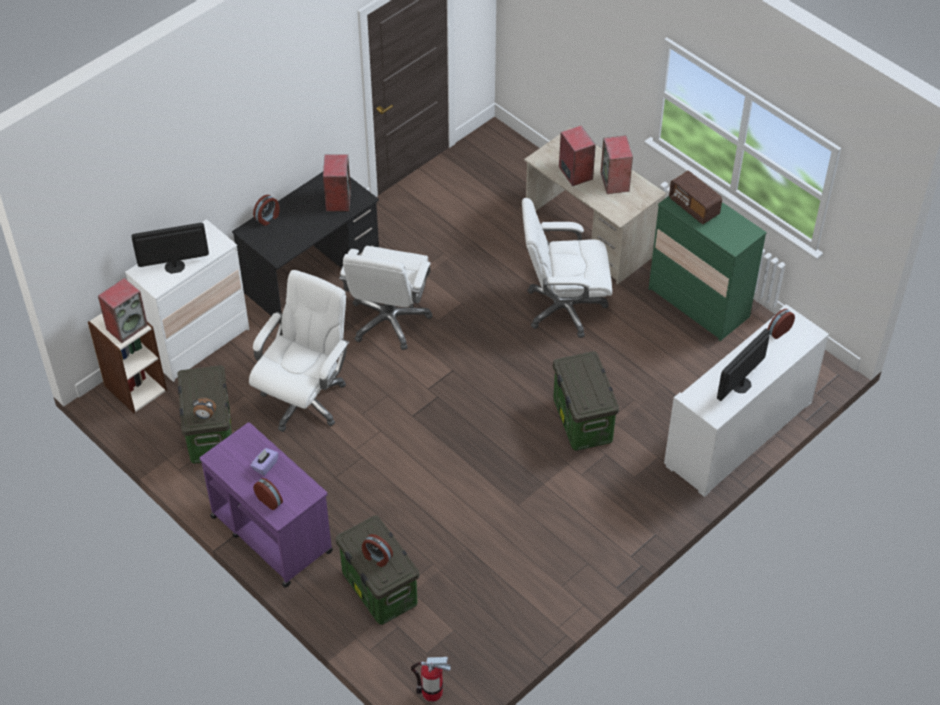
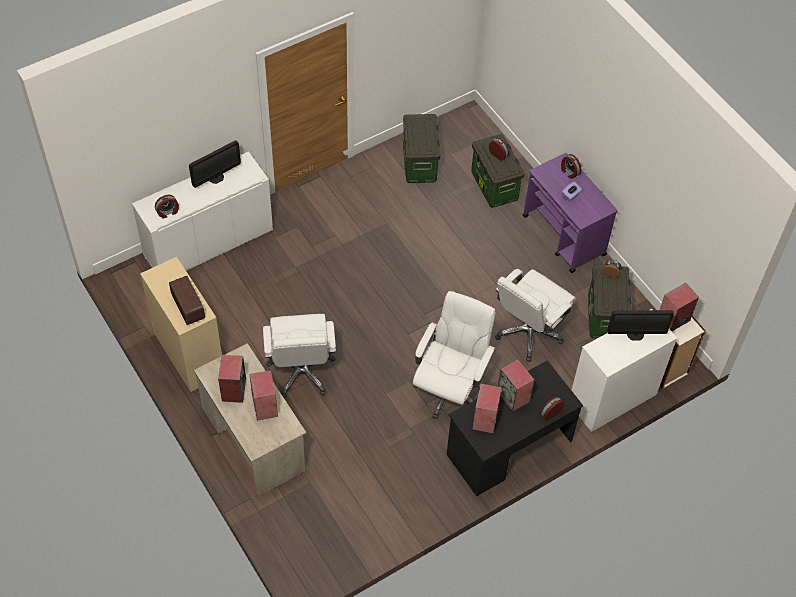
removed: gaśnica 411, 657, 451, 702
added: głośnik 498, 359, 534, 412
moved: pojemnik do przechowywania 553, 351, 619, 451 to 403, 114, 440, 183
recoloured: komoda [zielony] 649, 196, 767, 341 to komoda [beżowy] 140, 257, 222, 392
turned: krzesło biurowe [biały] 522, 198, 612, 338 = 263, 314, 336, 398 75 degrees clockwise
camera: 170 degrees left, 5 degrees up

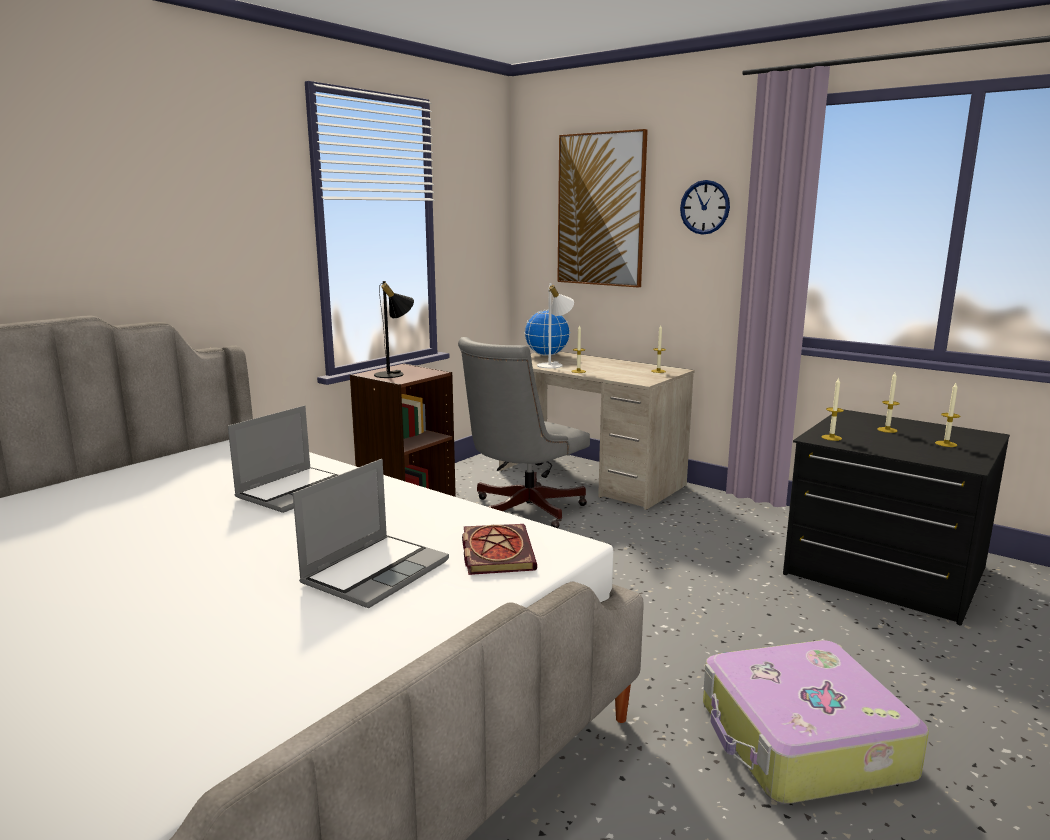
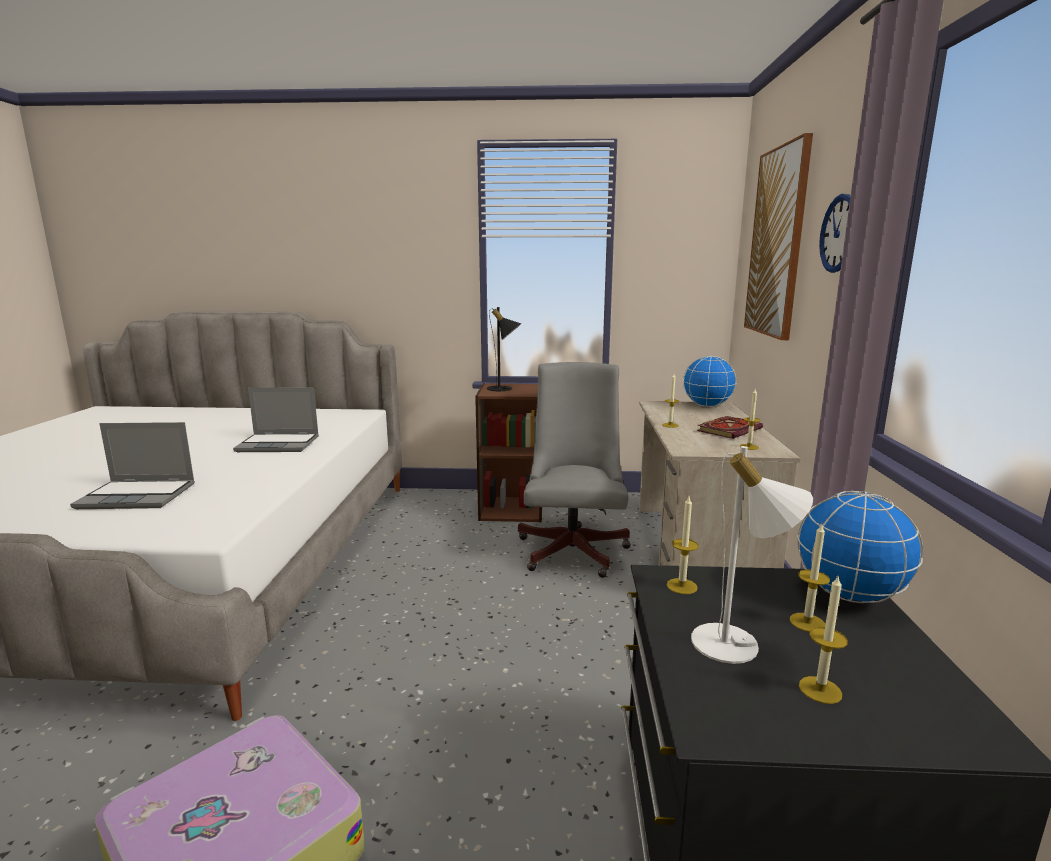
added: globus 797, 491, 923, 603
moved: lampa stołowa [biały] 537, 283, 574, 368 to 691, 446, 813, 664; książka 462, 524, 537, 575 to 697, 416, 763, 439
turned: krzesło biurowe [szary] 458, 337, 590, 528 = 518, 362, 631, 578 90 degrees clockwise
camera: 55 degrees right, 0 degrees up

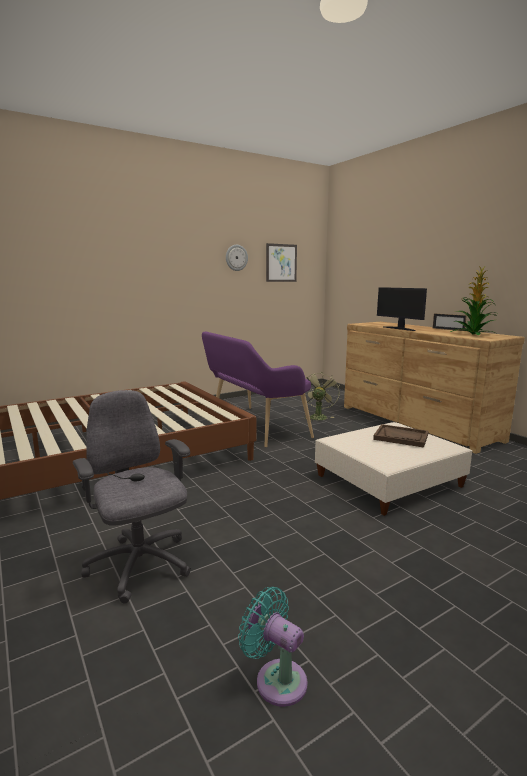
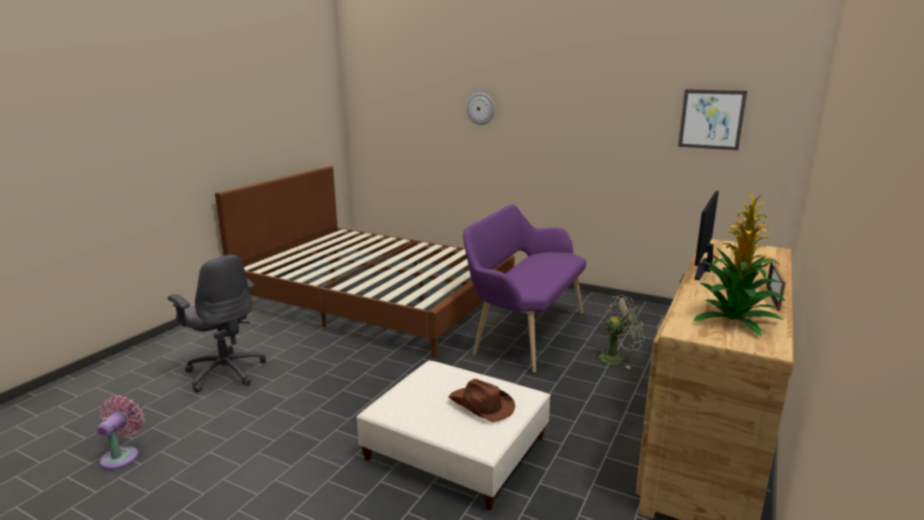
moved: zegar ścienny 226, 245, 248, 271 to 466, 93, 495, 125
replaced: taca [brązowy] 373, 424, 429, 448 to kapelusz [brązowy] 449, 379, 515, 422
recoloured: wentylator [turkusowy] 238, 587, 308, 707 to wentylator [różowy] 97, 395, 145, 470
turned: krzesło biurowe [szary] 73, 390, 191, 604 = 168, 255, 266, 393 105 degrees clockwise
camera: 60 degrees right, 5 degrees up

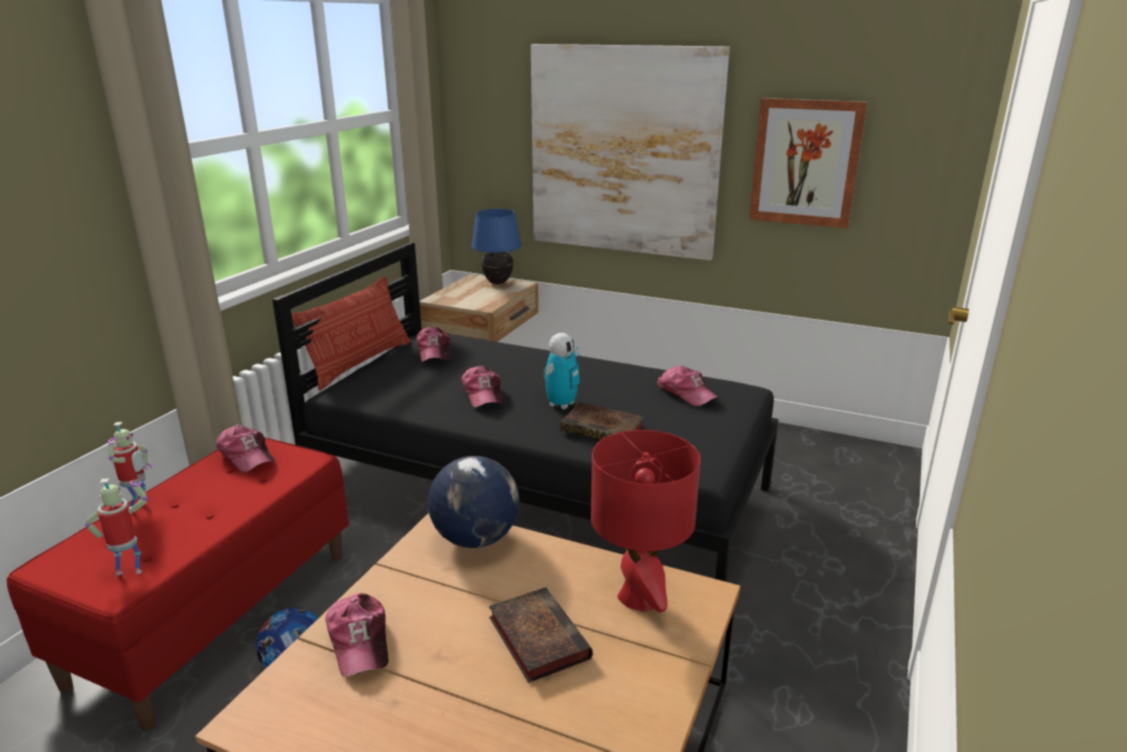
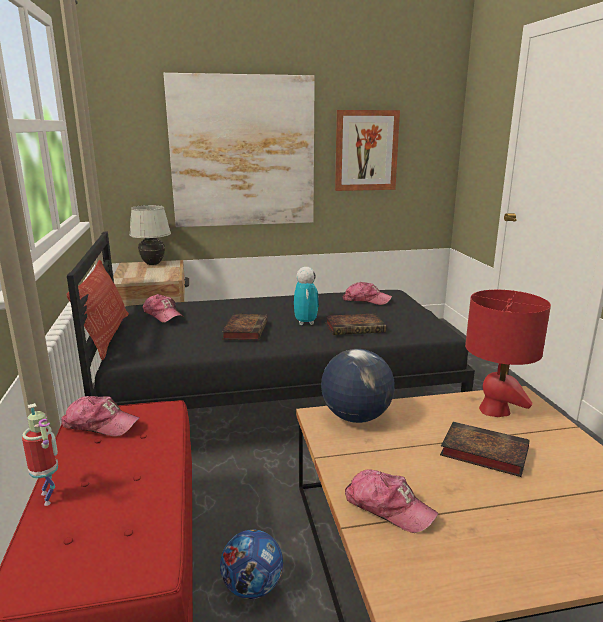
removed: robot zabawkowy 85, 478, 148, 576
replaced: czapka z daszkiem 461, 366, 503, 408 to książka 222, 314, 268, 340
recoloured: lampa stołowa [niebieski] 471, 209, 522, 284 to lampa stołowa [biały] 129, 205, 171, 265
camera: 35 degrees left, 5 degrees down

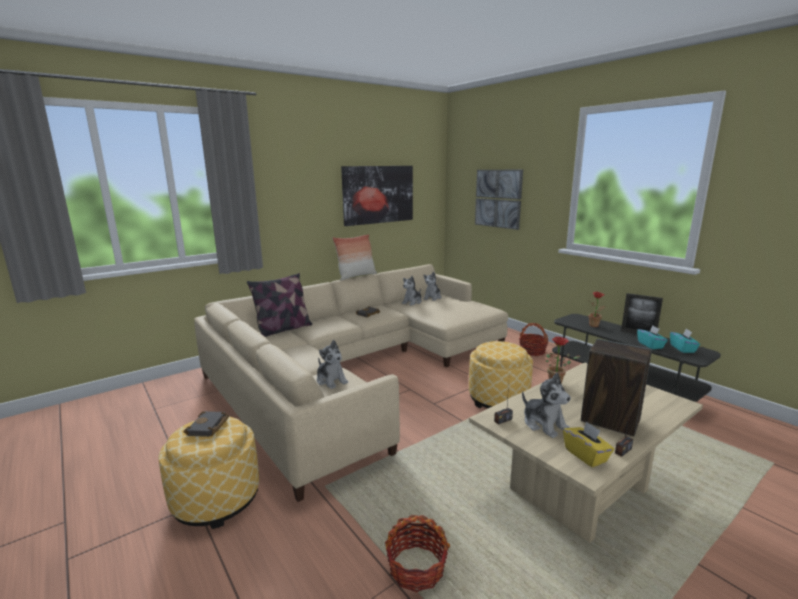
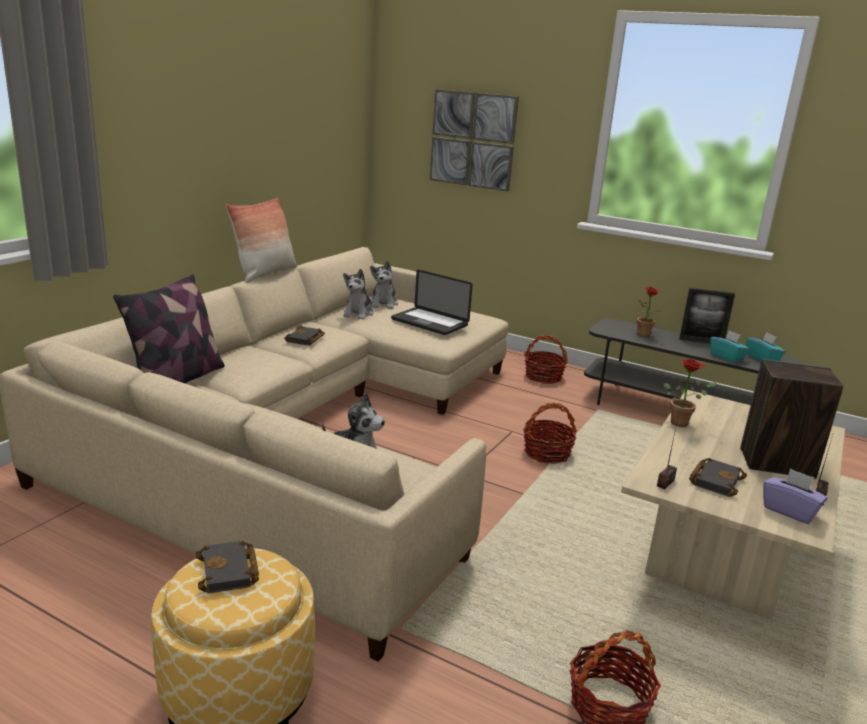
removed: obraz 341, 166, 413, 226
added: laptop 391, 270, 473, 335
replaced: pufa 469, 341, 533, 408 to koszyk 523, 403, 577, 464; pluszak 522, 373, 571, 438 to książka [czarny] 689, 458, 747, 497
recoloured: pudełko chusteczek [żółty] 563, 421, 614, 467 to pudełko chusteczek [fioletowy] 763, 468, 827, 524
camera: 25 degrees left, 5 degrees up

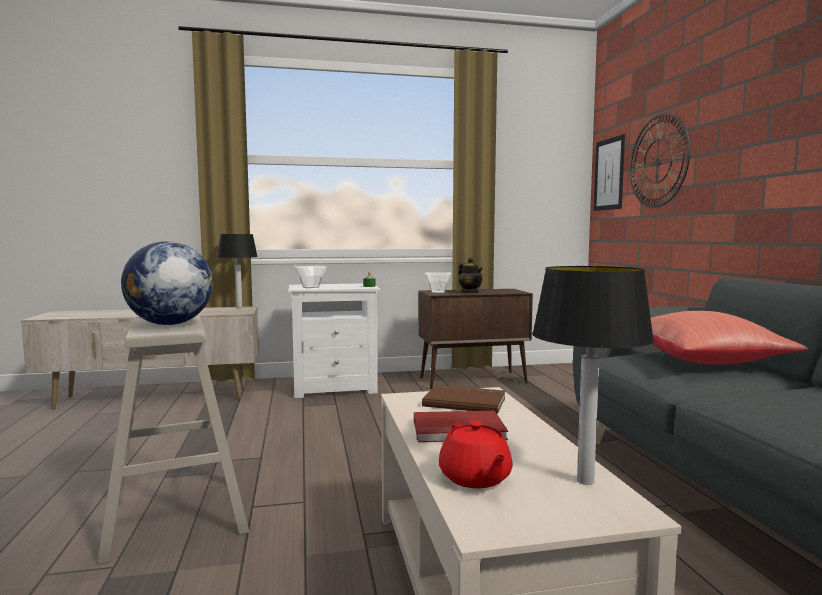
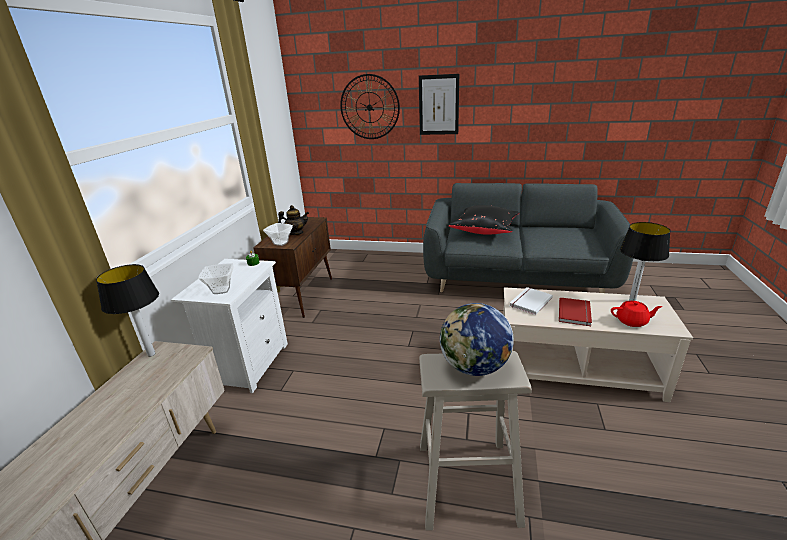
moved: obraz 594, 134, 625, 211 to 419, 74, 459, 135
recoloured: poduszka [czerwony] 651, 311, 808, 365 to poduszka [czarny] 448, 205, 520, 234; książka [brązowy] 422, 385, 505, 414 to książka [biały] 510, 287, 553, 315
camera: 65 degrees left, 20 degrees up

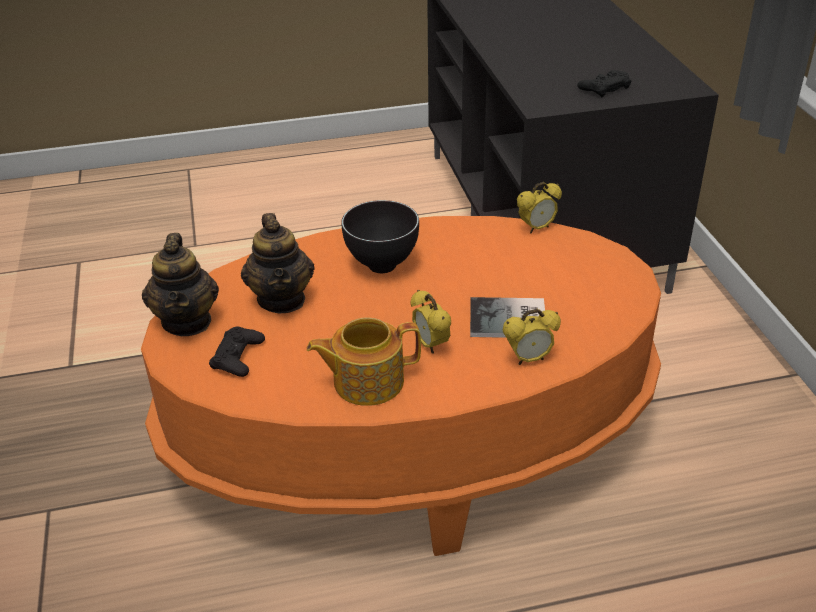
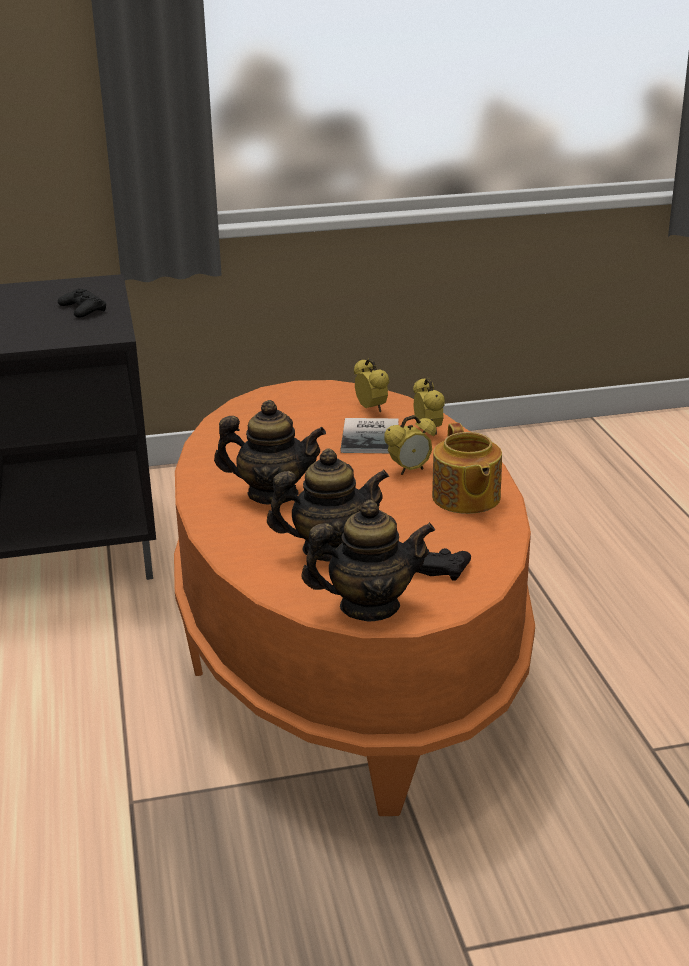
moved: budzik 517, 182, 562, 234 to 354, 358, 389, 413
replaced: miska [czarny] 341, 200, 419, 273 to imbryk 214, 400, 326, 504
camera: 90 degrees left, 10 degrees down

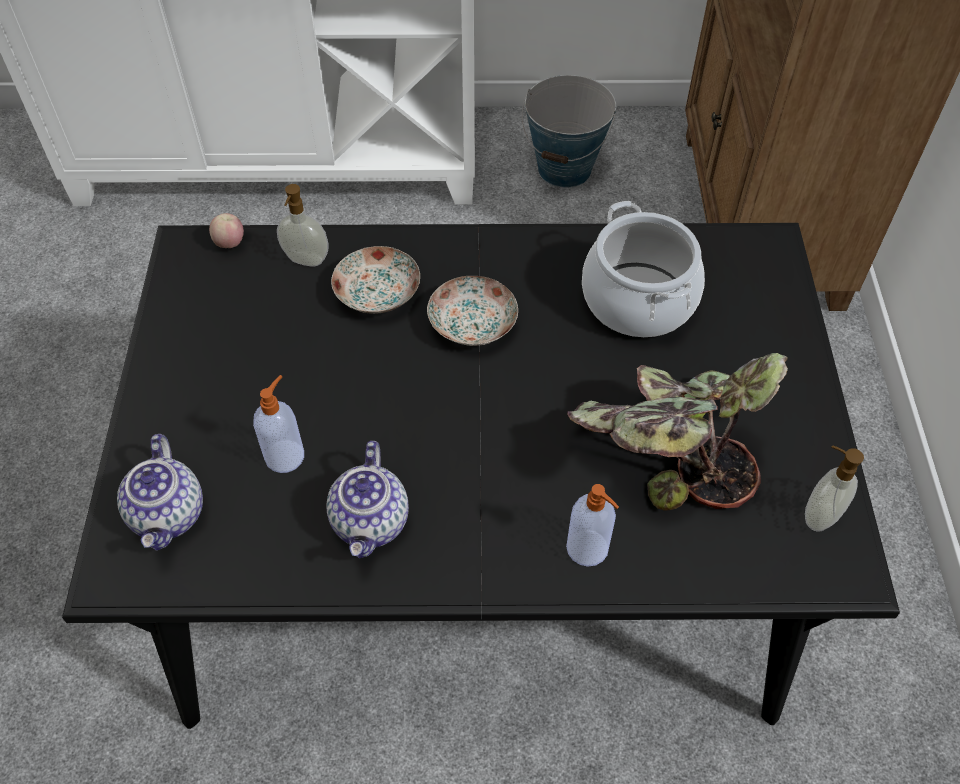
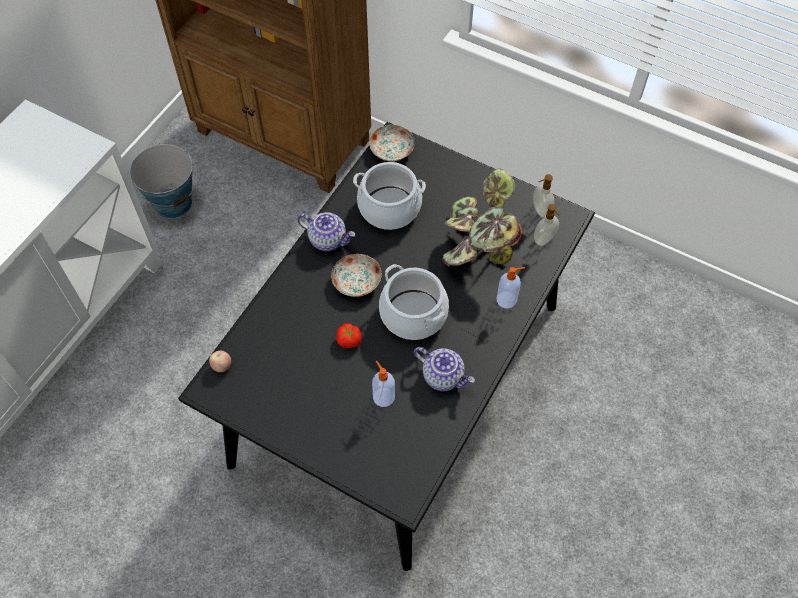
added: pomidor 336, 323, 361, 348; garnek 379, 264, 449, 340
moved: imbryk 117, 434, 203, 551 to 297, 212, 355, 251; talerz 331, 246, 420, 314 to 369, 125, 415, 161; dozownik mydła 277, 184, 328, 266 to 534, 204, 560, 246
camera: 60 degrees left, 5 degrees up

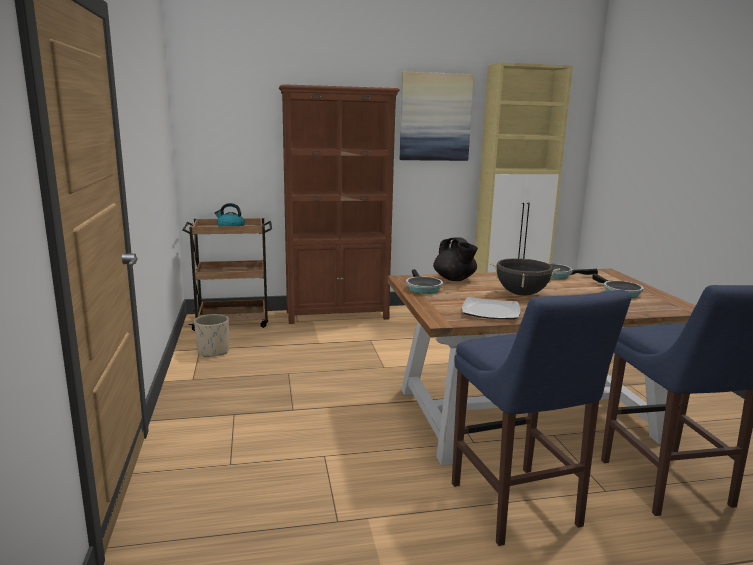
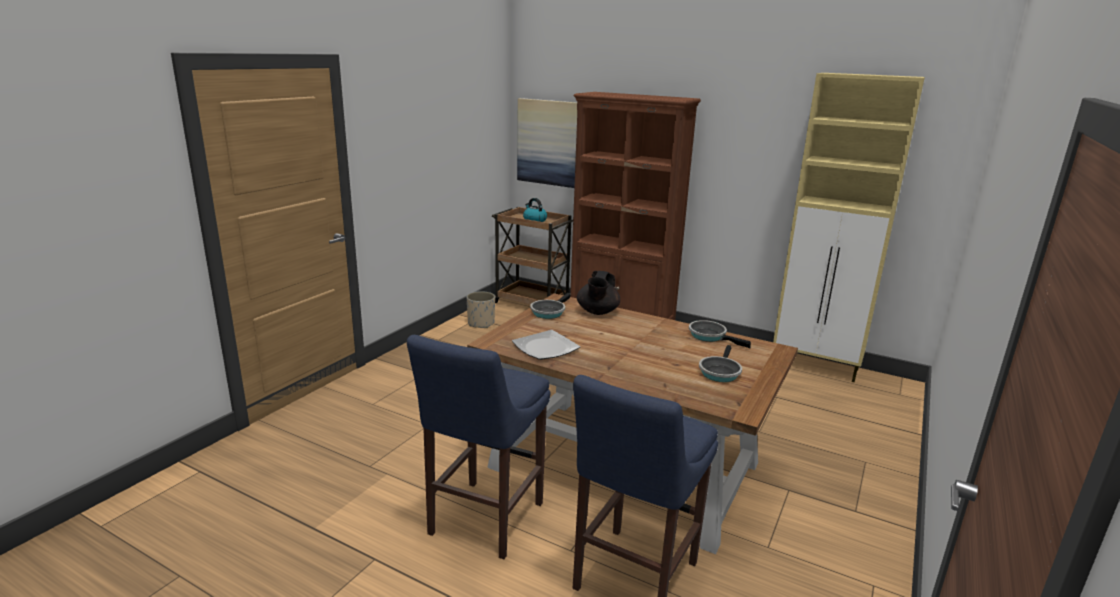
removed: garnek [czarny] 490, 258, 560, 296
moved: obraz 400, 72, 474, 161 to 517, 98, 577, 188
camera: 40 degrees right, 5 degrees up

